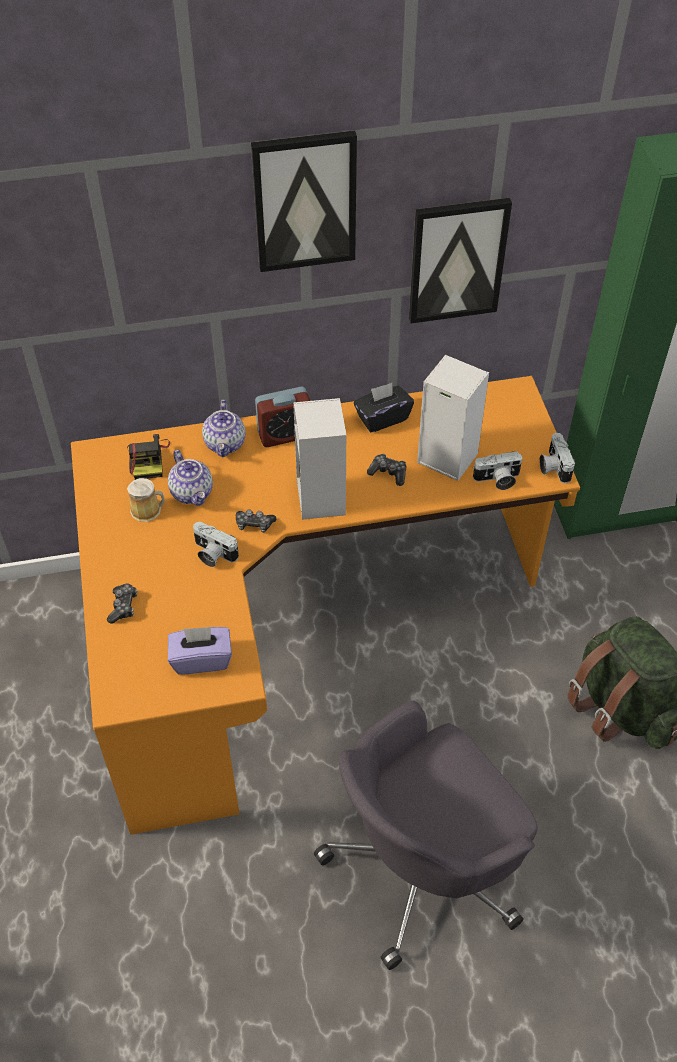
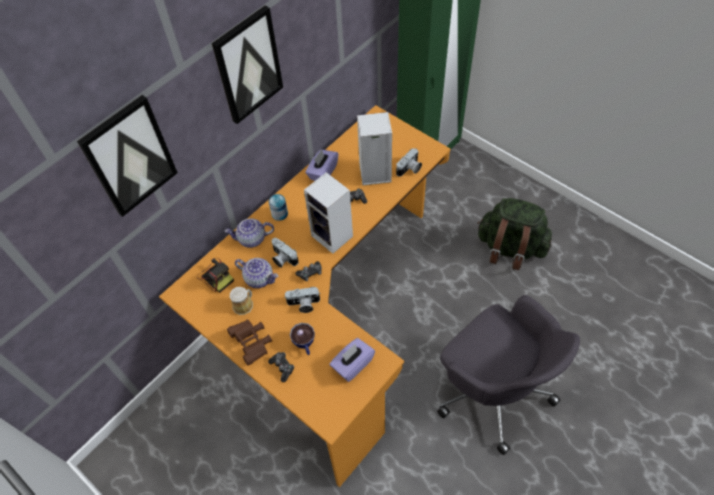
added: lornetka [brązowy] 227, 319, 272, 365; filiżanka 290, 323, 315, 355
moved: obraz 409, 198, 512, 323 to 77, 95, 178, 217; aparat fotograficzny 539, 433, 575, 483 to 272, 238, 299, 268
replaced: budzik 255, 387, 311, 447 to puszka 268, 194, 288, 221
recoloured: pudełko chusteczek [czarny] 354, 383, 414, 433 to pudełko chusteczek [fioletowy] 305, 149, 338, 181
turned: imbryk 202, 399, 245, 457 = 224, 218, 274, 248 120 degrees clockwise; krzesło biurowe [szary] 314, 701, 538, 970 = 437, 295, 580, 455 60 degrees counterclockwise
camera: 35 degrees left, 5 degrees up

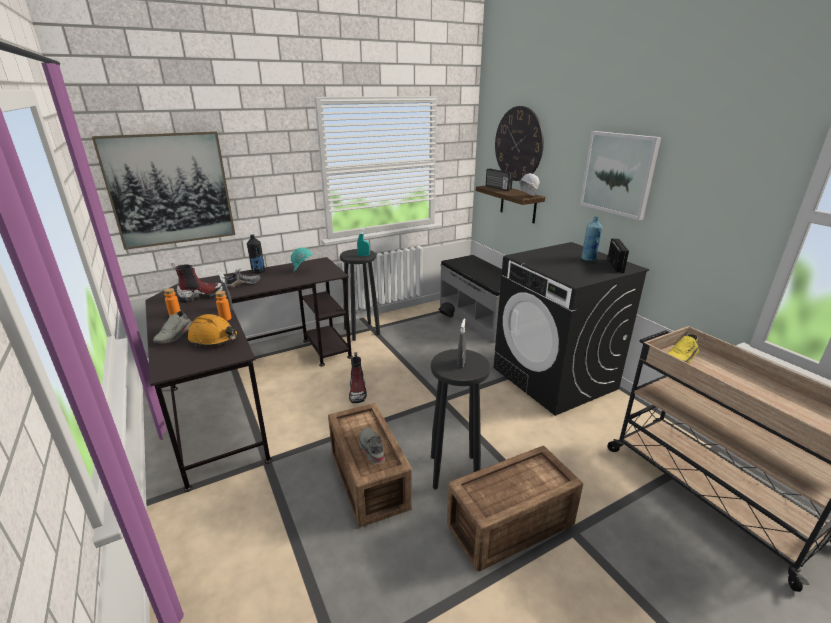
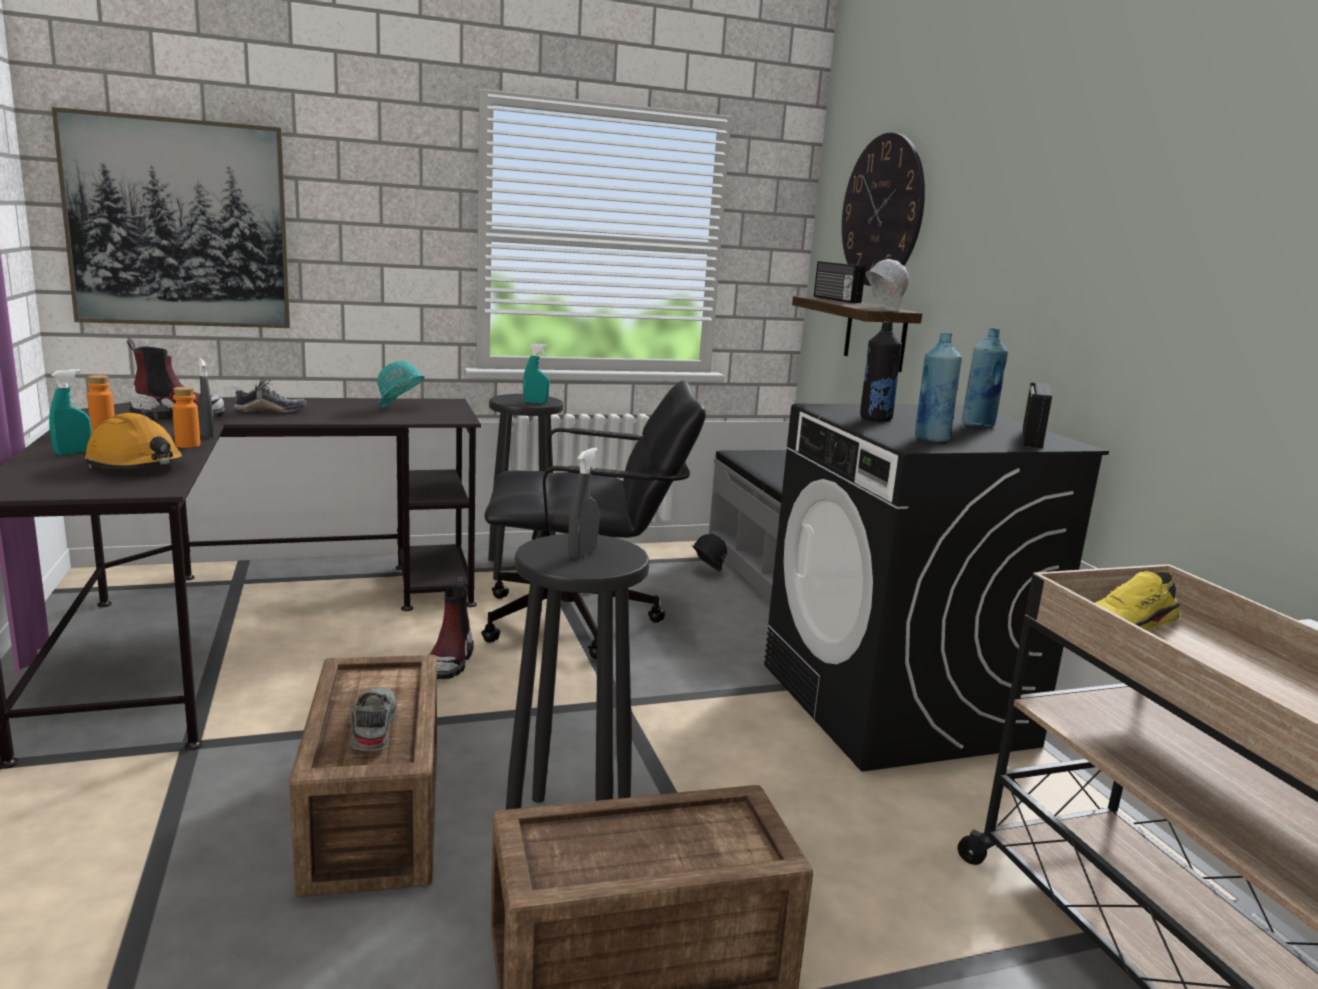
removed: obraz 580, 131, 661, 220
added: krzesło biurowe [czarny] 481, 381, 706, 659; butelka [niebieski] 915, 333, 962, 442
moved: butelka [czarny] 247, 234, 265, 274 to 860, 321, 902, 421
replaced: but [szary] 153, 311, 192, 343 to spryskiwacz [turkusowy] 49, 369, 92, 456
camera: 10 degrees right, 10 degrees down

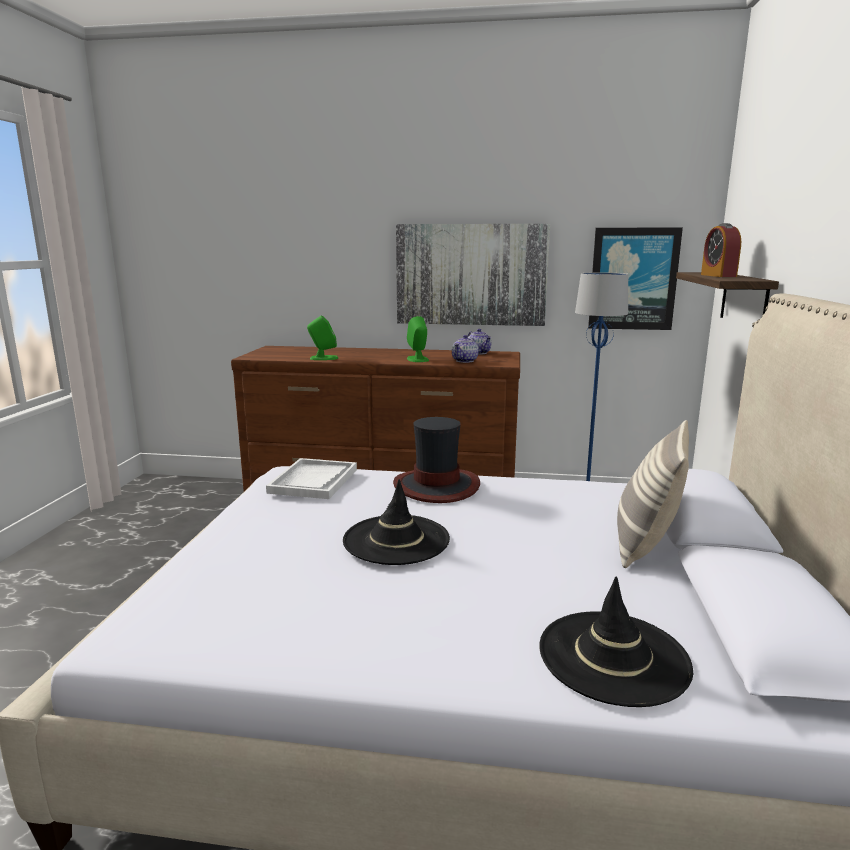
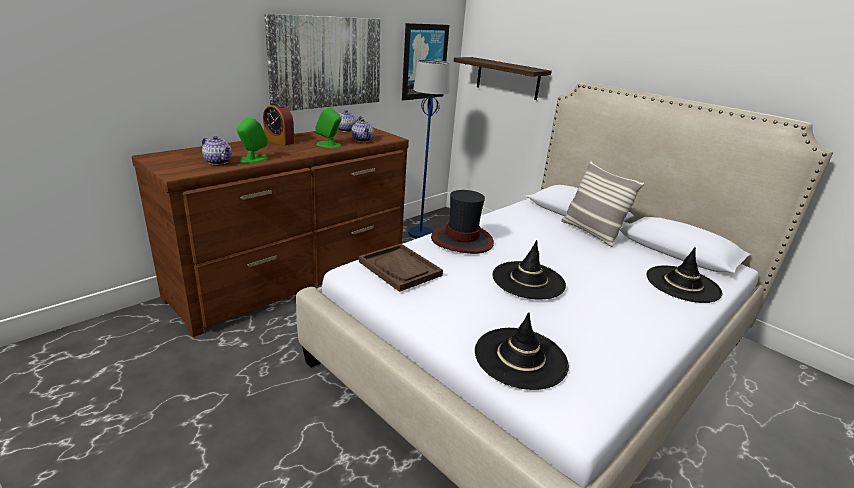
added: imbryk 202, 136, 232, 165; kapelusz [czarny] 475, 312, 569, 390
moved: budzik 701, 223, 741, 277 to 263, 102, 295, 145
recoloured: taca [biały] 266, 458, 357, 499 to taca [brązowy] 359, 244, 443, 292
camera: 55 degrees left, 10 degrees up

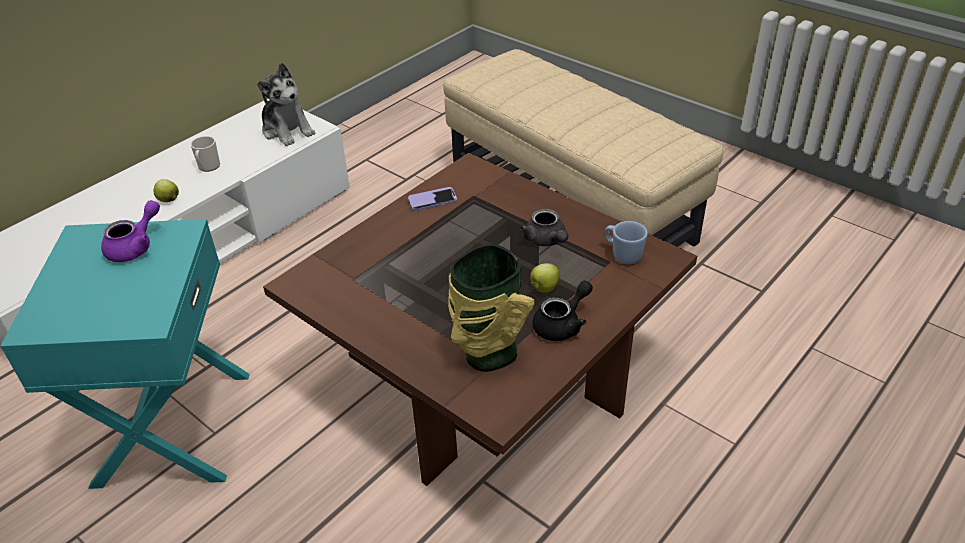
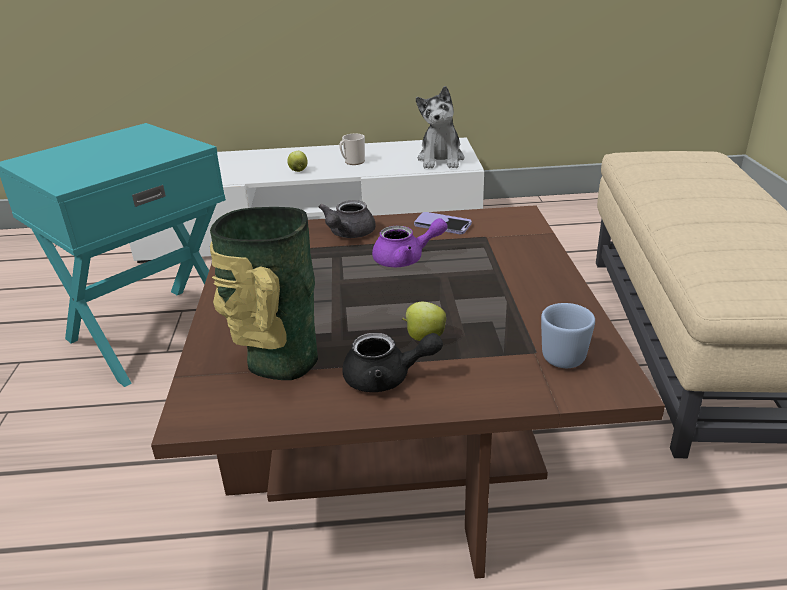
moved: imbryk [szary] 520, 209, 568, 246 to 319, 200, 376, 238; imbryk [fioletowy] 101, 200, 160, 262 to 372, 218, 447, 267
camera: 45 degrees right, 10 degrees down

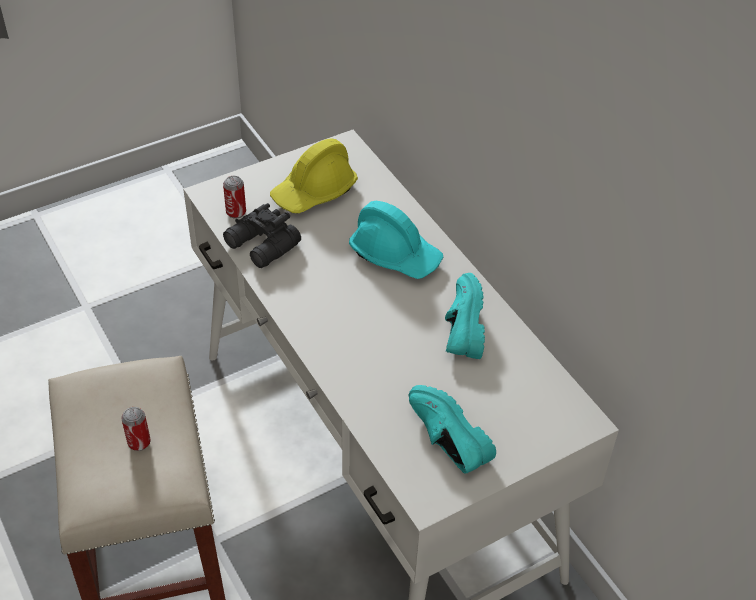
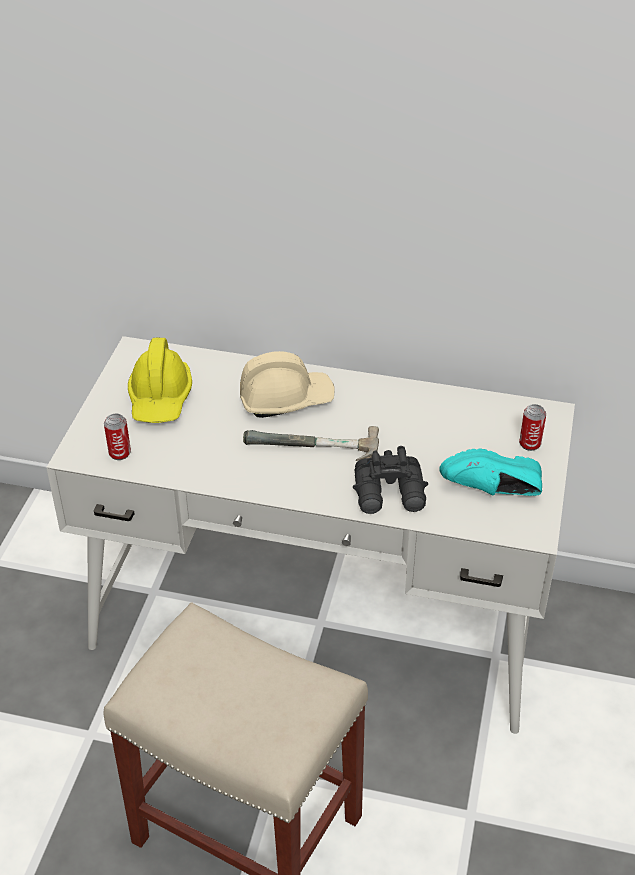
removed: but [turkusowy] 445, 273, 485, 359
added: młotek 243, 426, 379, 461
moved: lornetka [czarny] 223, 203, 301, 268 to 353, 446, 428, 514; puszka 121, 407, 151, 451 to 519, 404, 546, 451
recoloured: kask [turkusowy] 349, 201, 443, 279 to kask [beżowy] 240, 351, 335, 418
camera: 45 degrees left, 5 degrees down

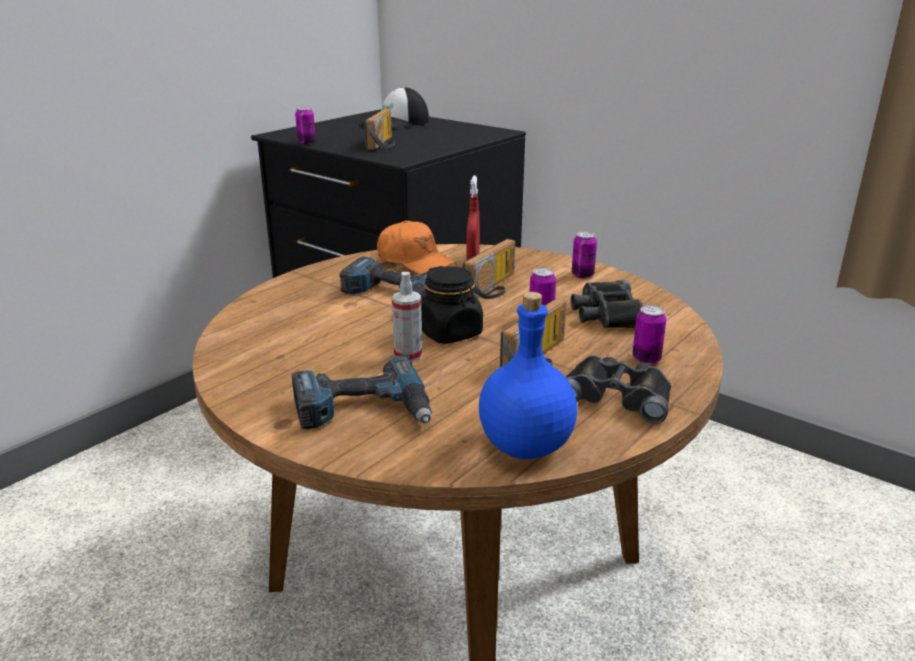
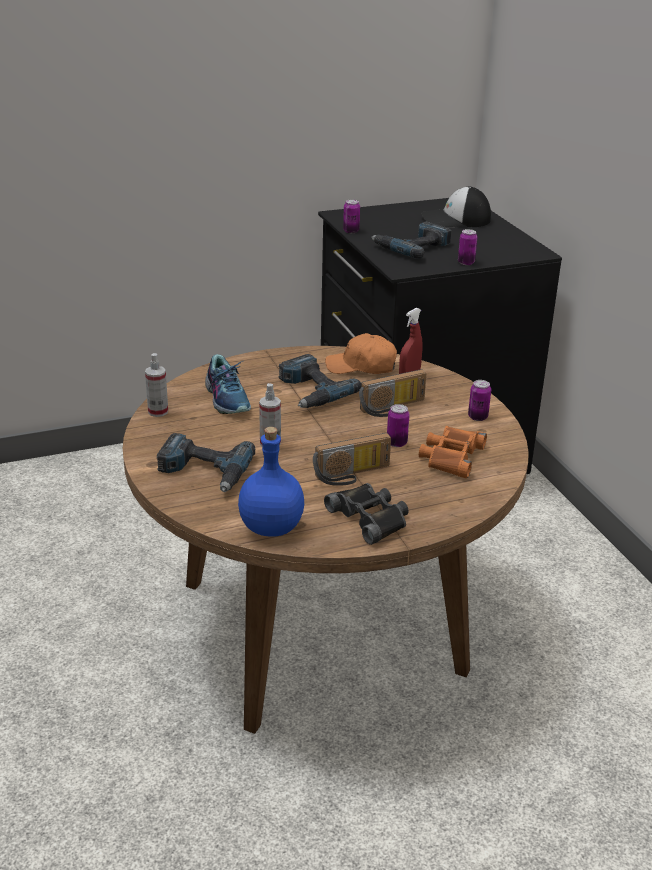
removed: słoik [czarny] 421, 266, 483, 344
added: spryskiwacz 145, 353, 168, 417; but 205, 354, 251, 414
moved: puszka 632, 305, 667, 364 to 458, 229, 477, 265
replaced: radio 364, 109, 395, 150 to wiertarka 371, 221, 451, 259
recoloured: lornetka [czarny] 571, 280, 643, 328 to lornetka [pomarańczowy] 419, 426, 487, 478
turned: czapka z daszkiem [pomarańczowy] 377, 221, 456, 275 = 325, 333, 397, 374 120 degrees clockwise
camera: 30 degrees right, 5 degrees up

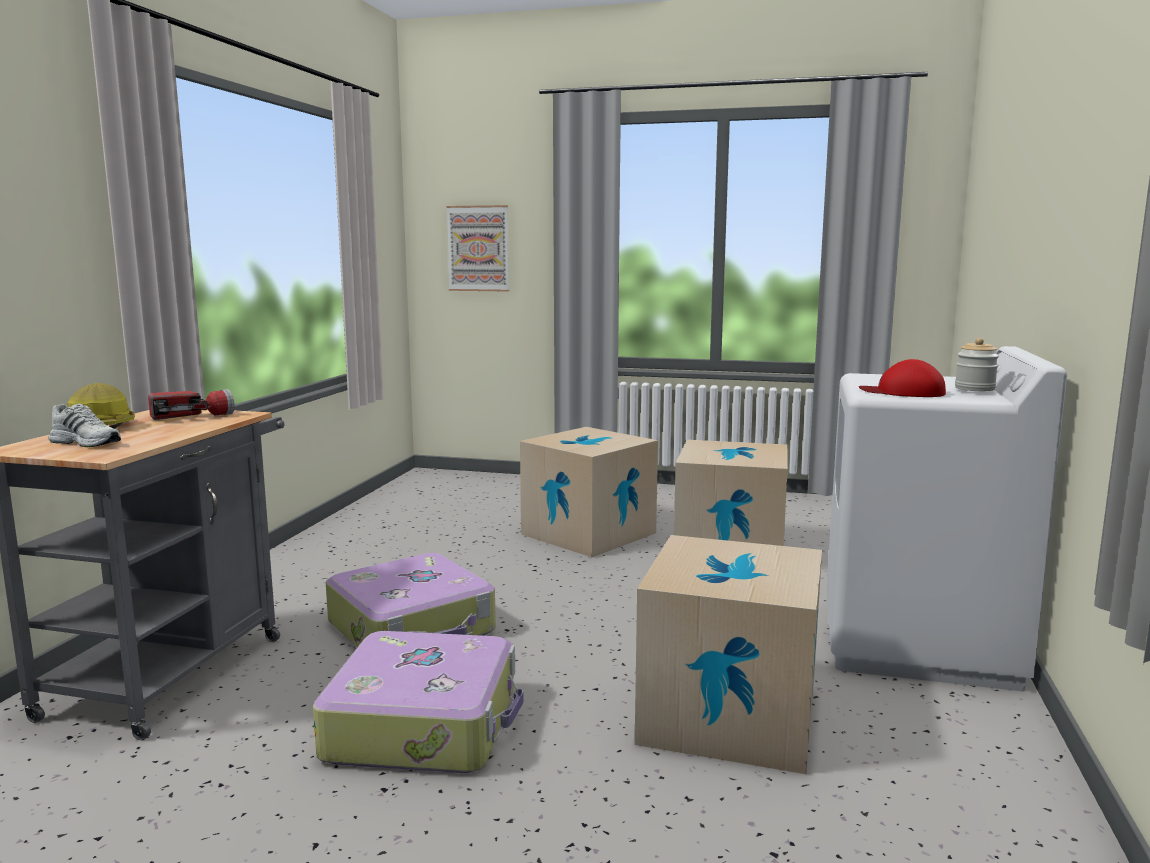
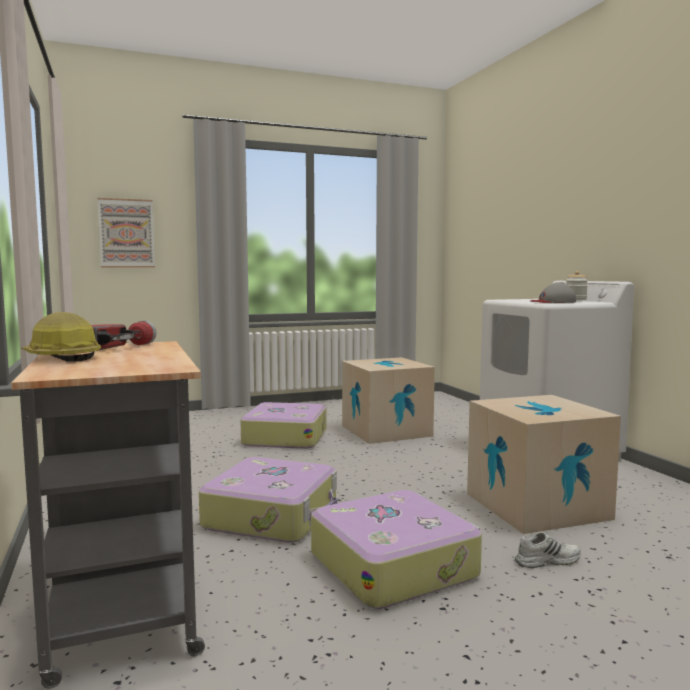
moved: but [biały] 48, 404, 121, 447 to 515, 532, 581, 568
replaced: karton 520, 427, 658, 557 to walizka 241, 402, 327, 449
recoloured: czapka z daszkiem [czerwony] 859, 359, 946, 397 to czapka z daszkiem [szary] 530, 283, 576, 303
camera: 35 degrees left, 5 degrees down

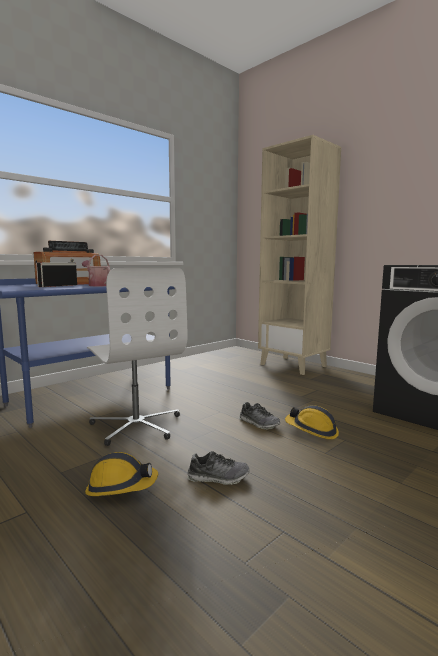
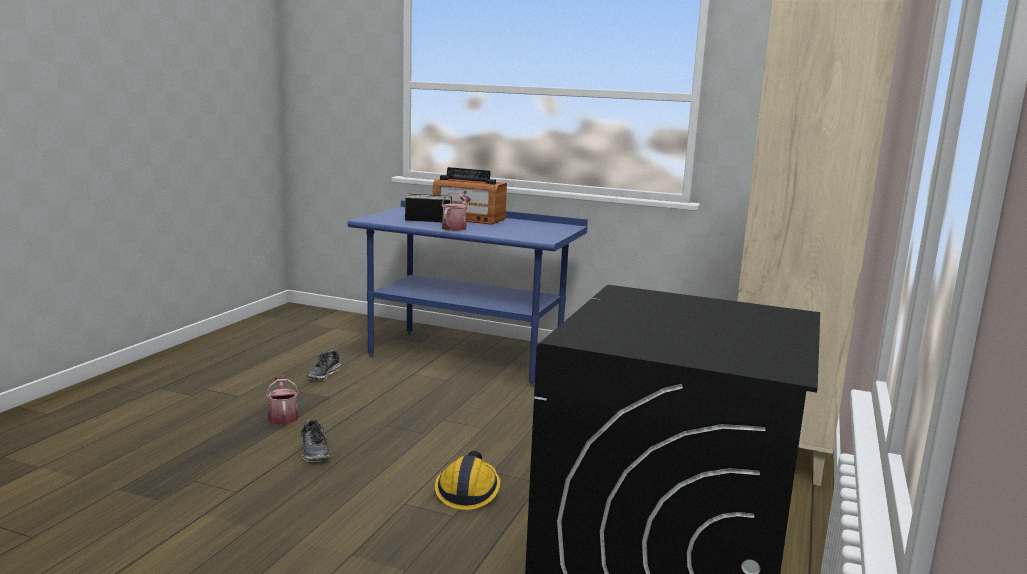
removed: krzesło biurowe [biały] 87, 268, 187, 446
moved: but 239, 402, 280, 429 to 306, 350, 341, 381
replaced: kask 85, 452, 158, 496 to konewka 266, 376, 299, 425
camera: 65 degrees right, 5 degrees up

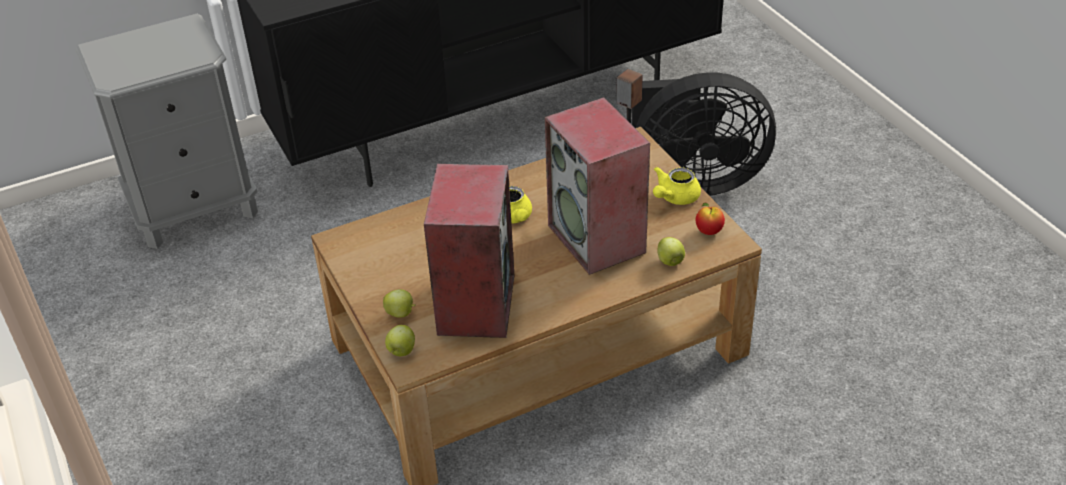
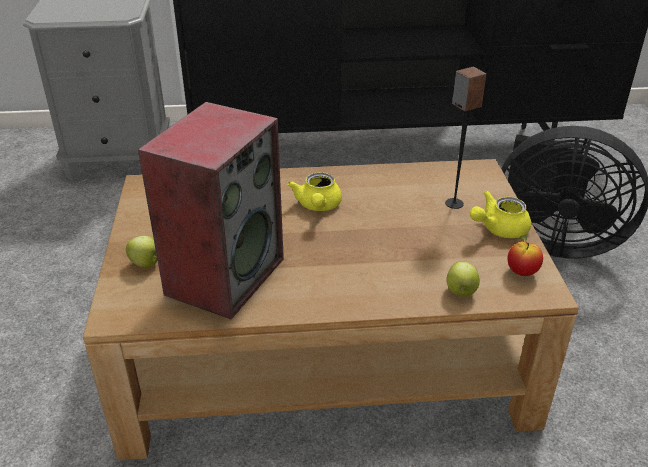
removed: jabłko 385, 325, 415, 356; głośnik 545, 97, 650, 275
camera: 20 degrees right, 5 degrees down

